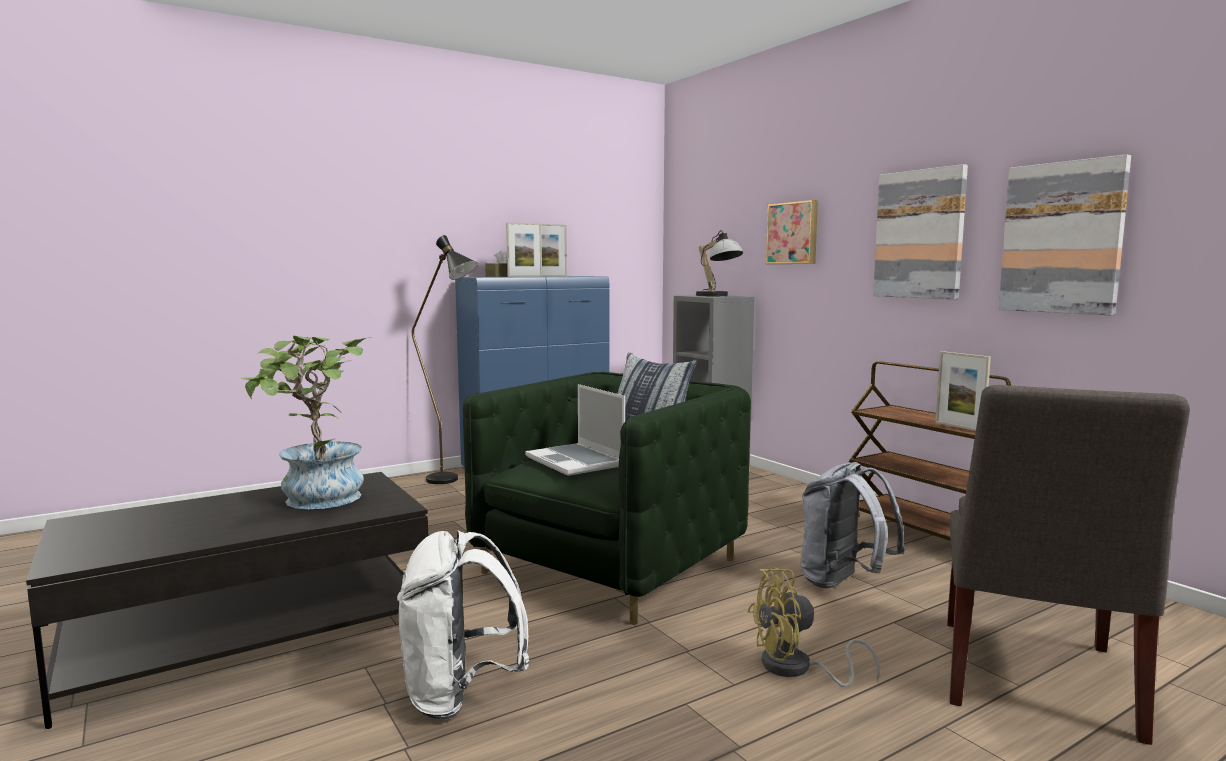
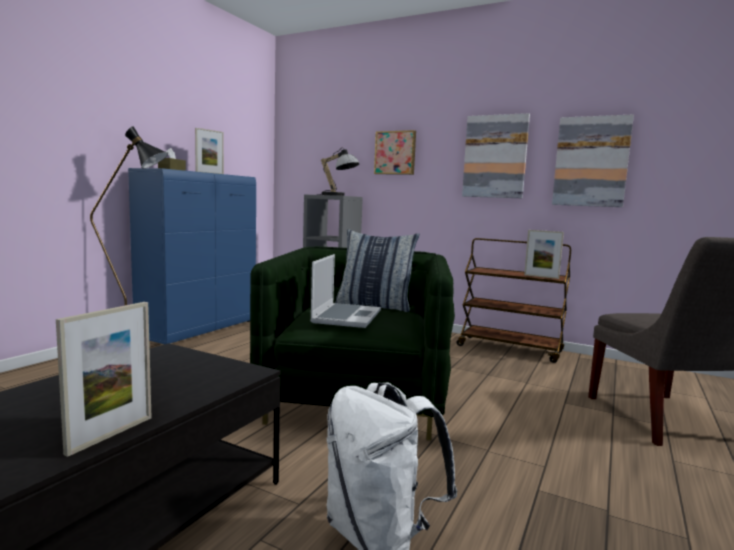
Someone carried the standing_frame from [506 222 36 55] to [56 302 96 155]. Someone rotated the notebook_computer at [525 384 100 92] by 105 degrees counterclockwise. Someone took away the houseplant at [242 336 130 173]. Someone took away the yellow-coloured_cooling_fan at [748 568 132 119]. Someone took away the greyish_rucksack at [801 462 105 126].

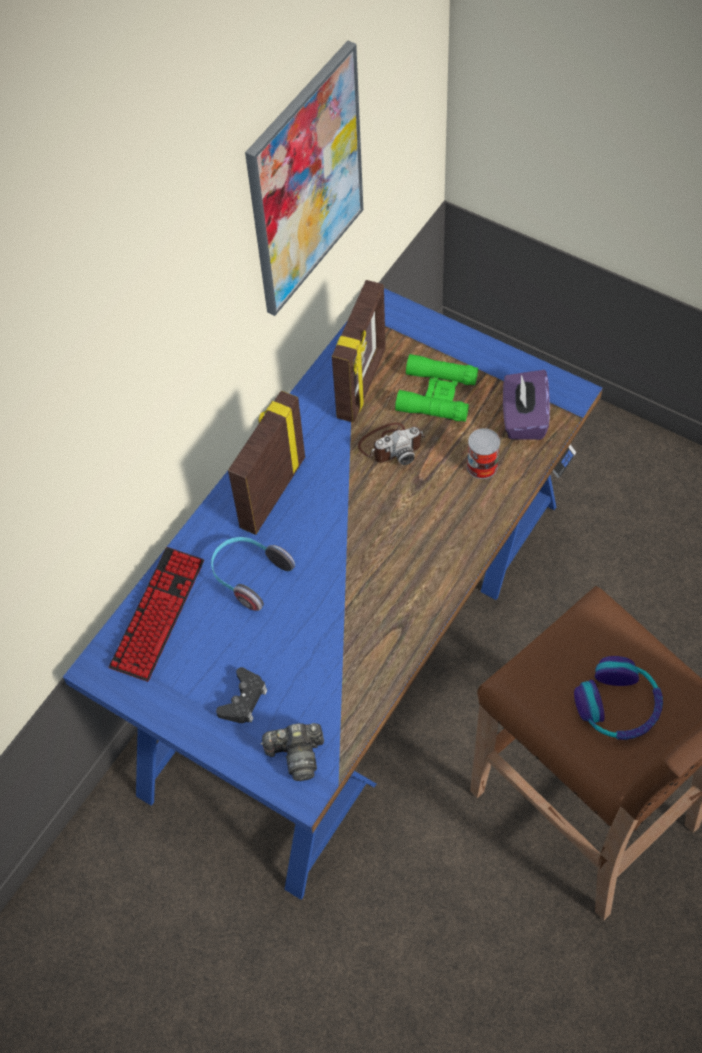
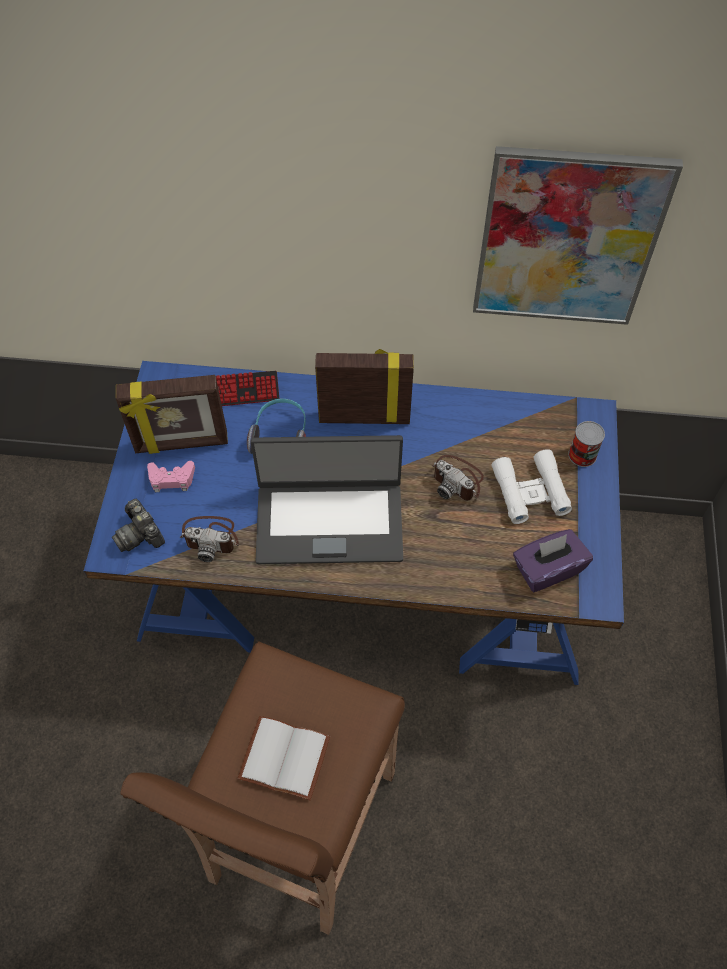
Someone carried the standing_frame from [332 280 54 142] to [116 375 112 79]. Someone repainted the black-coloured_joypad at [216 667 51 56], which became the pink-coloured_joypad at [147 461 48 31]. Someone put down the photo_camera at [180 516 59 46]. Someone swapped the headphones at [574 656 89 84] for the whitish_bound_book at [237 716 93 84]. Someone put down the notebook_computer at [251 435 152 129]. Someone repainted the green-coloured_field_glasses at [395 354 83 68], which became the whitish_field_glasses at [491 449 81 75]. Someone carried the can from [467 428 33 51] to [568 421 37 46].

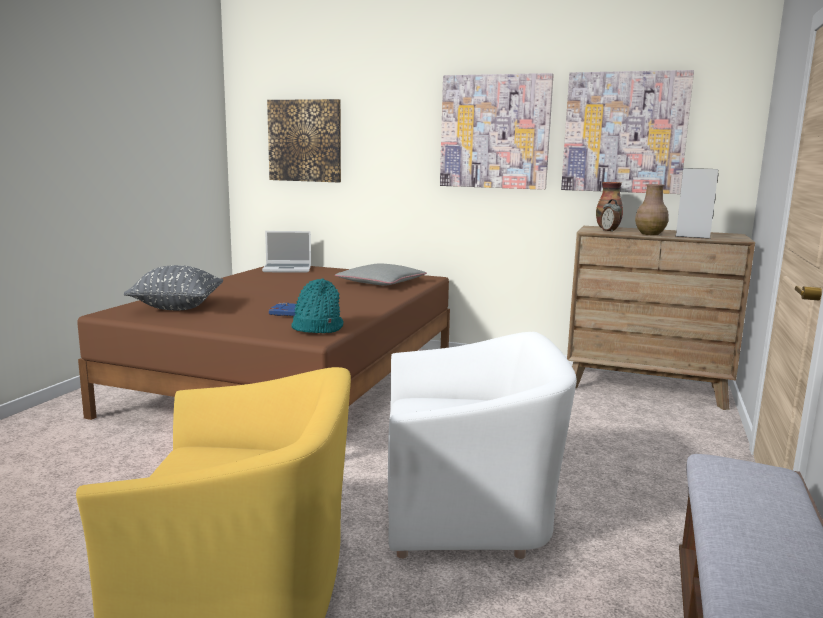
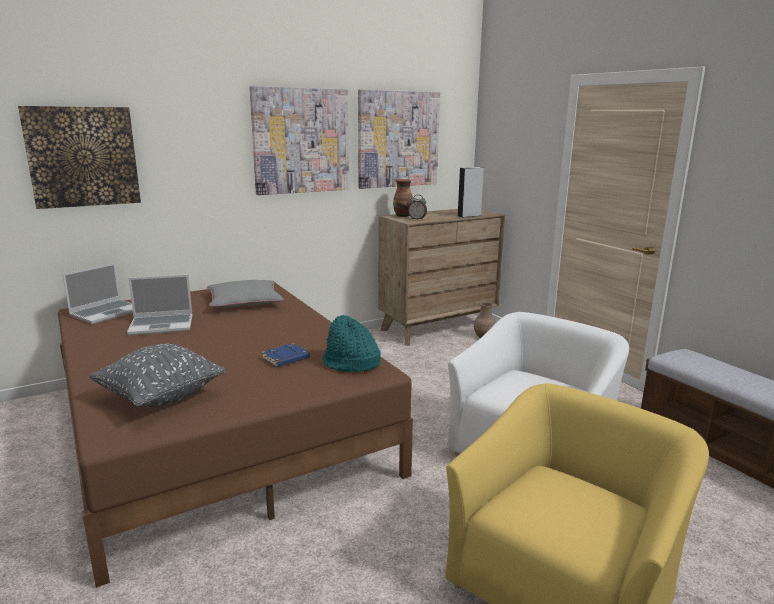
Someone put down the notebook_computer at [127 275 66 61]. Someone carried the brownish_vase from [635 184 34 51] to [474 302 22 36].

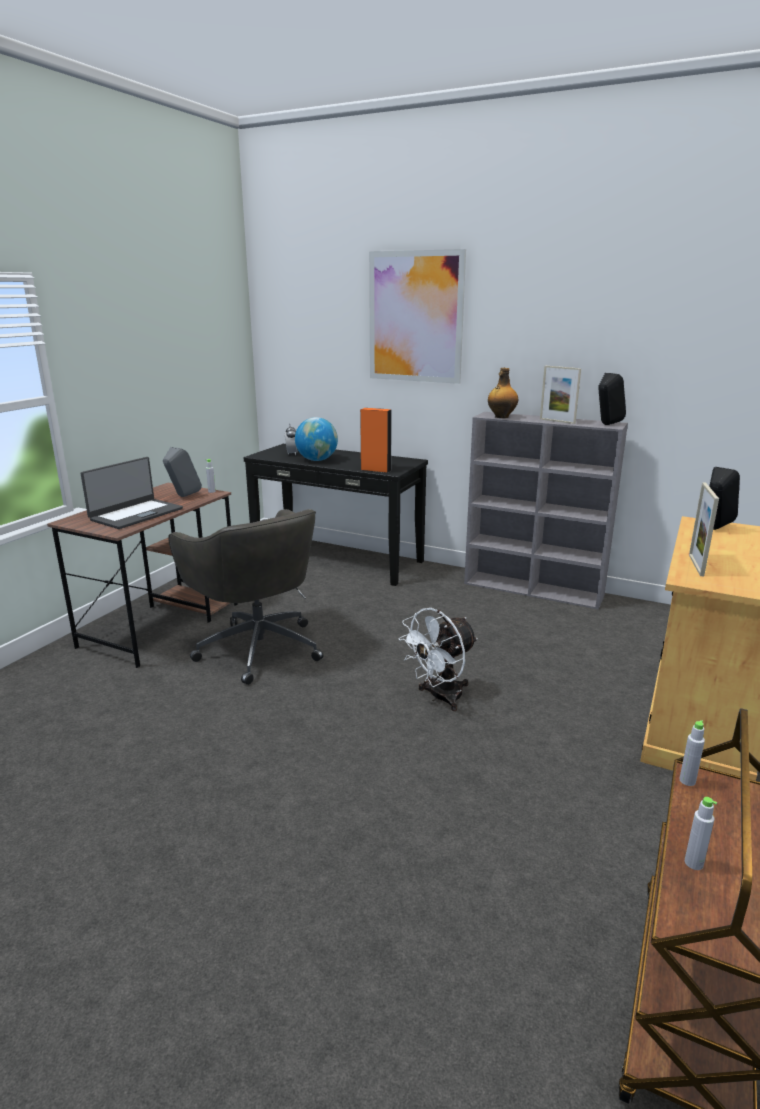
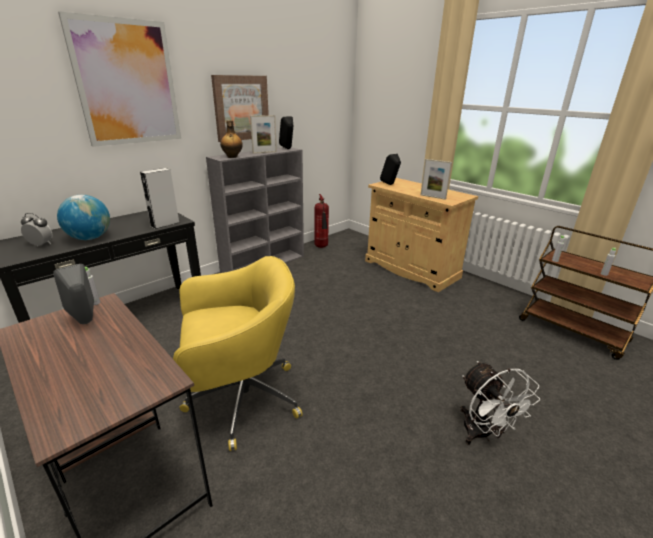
Someone repainted the orange_loudspeaker at [360 408 32 65], which became the greyish_loudspeaker at [140 168 40 61]. Someone repainted the greyish_office_chair at [168 509 155 176], which became the yellow-coloured_office_chair at [173 256 130 195]. Someone put up the wall_art at [211 75 58 67]. Someone put down the fire-fighting_cylinder at [314 194 15 54]. Someone carried the whitish_cooling_fan from [399 608 79 103] to [460 361 80 84]. Someone took away the notebook_computer at [81 457 102 72].

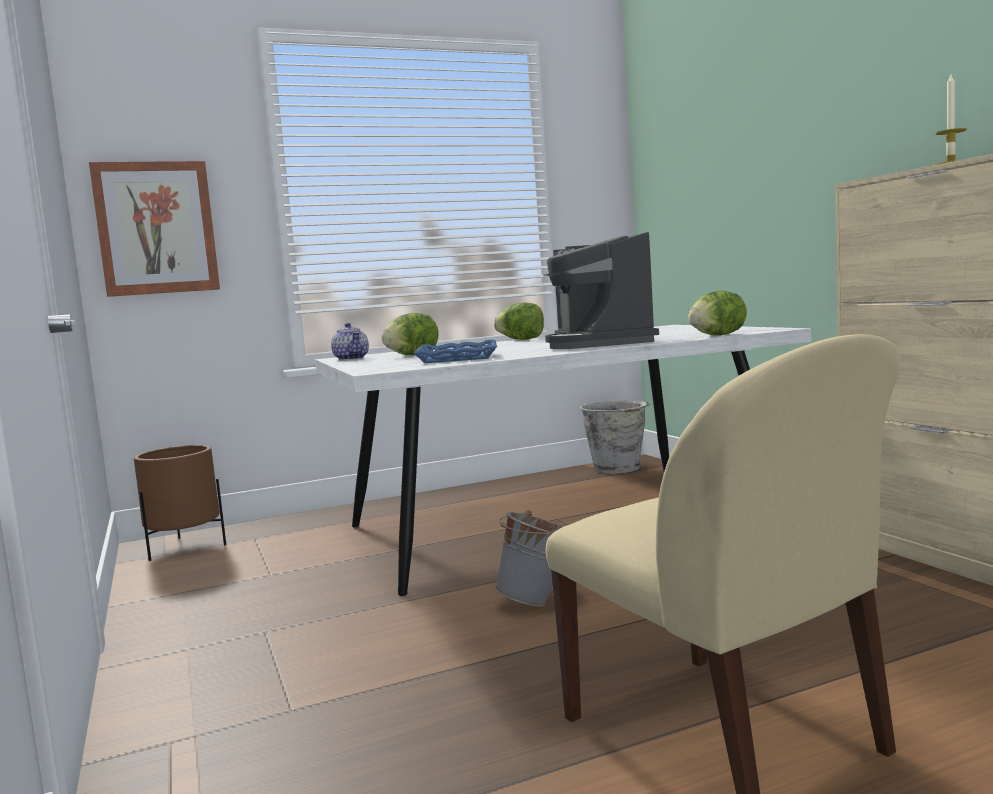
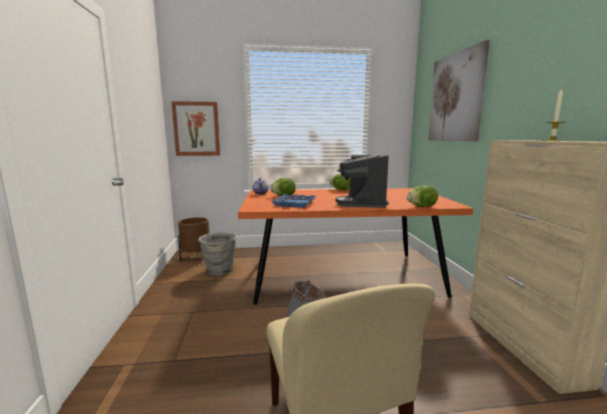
Someone carried the greyish_water_bucket from [580 400 70 74] to [196 232 41 44]. Someone repainted the whitish_kitchen_table at [315 325 496 271], which became the orange_kitchen_table at [238 188 235 117]. Someone put up the wall_art at [428 40 62 102].

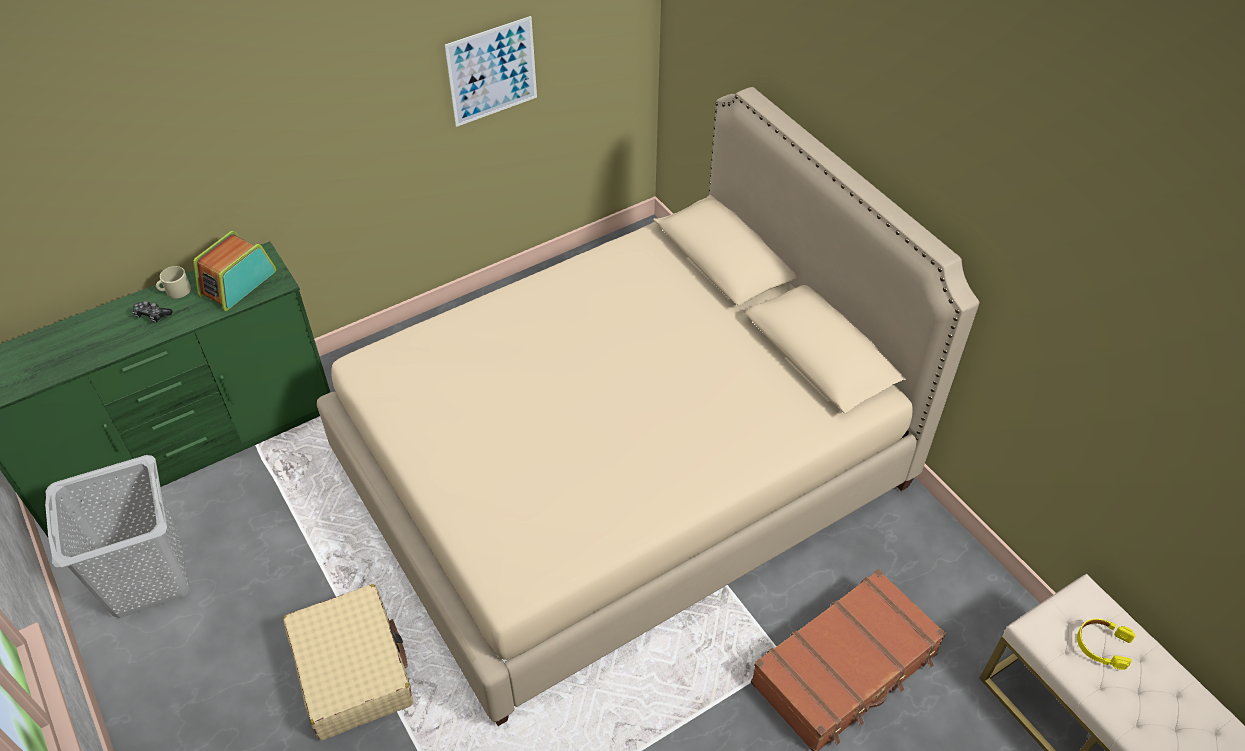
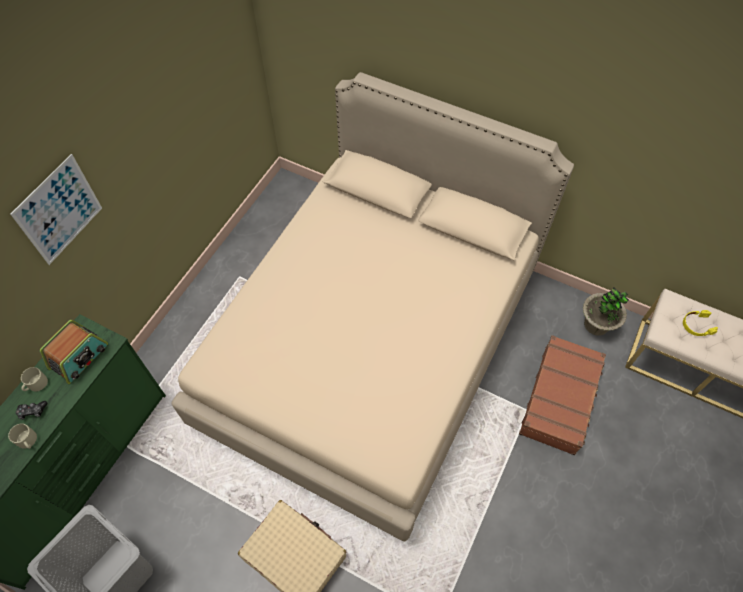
Someone put down the sand-coloured_tea_mug at [8 424 29 25]. Someone carried the wall_art from [445 16 92 111] to [10 154 92 111]. Someone rotated the radio_receiver at [193 231 84 80] by 150 degrees counterclockwise. Someone put down the houseplant at [583 287 46 49].

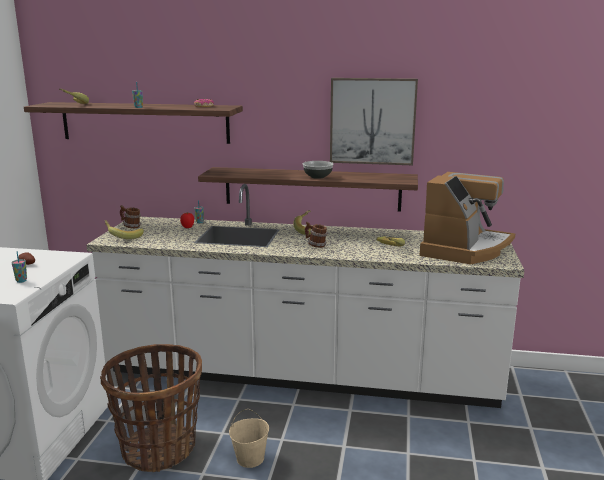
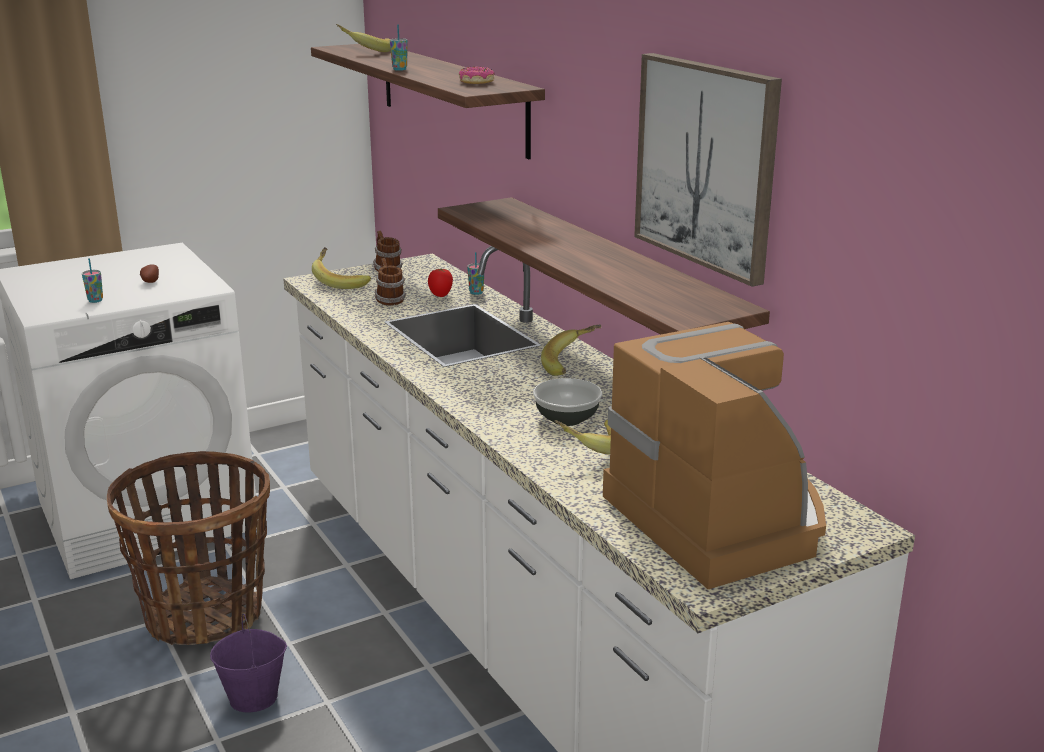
Someone repainted the sand-coloured_water_bucket at [229 409 40 59], which became the purple_water_bucket at [210 613 77 99]. Someone carried the tea_mug from [305 222 22 26] to [375 258 31 48]. Someone carried the serving_bowl from [303 161 31 18] to [533 378 69 48]. Someone rotated the coffee_brewer at [420 172 95 93] by 105 degrees counterclockwise.

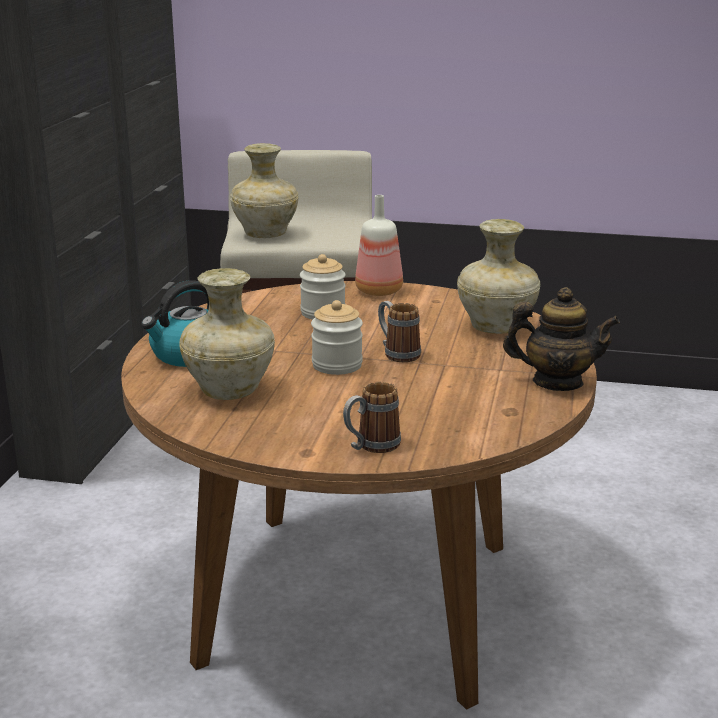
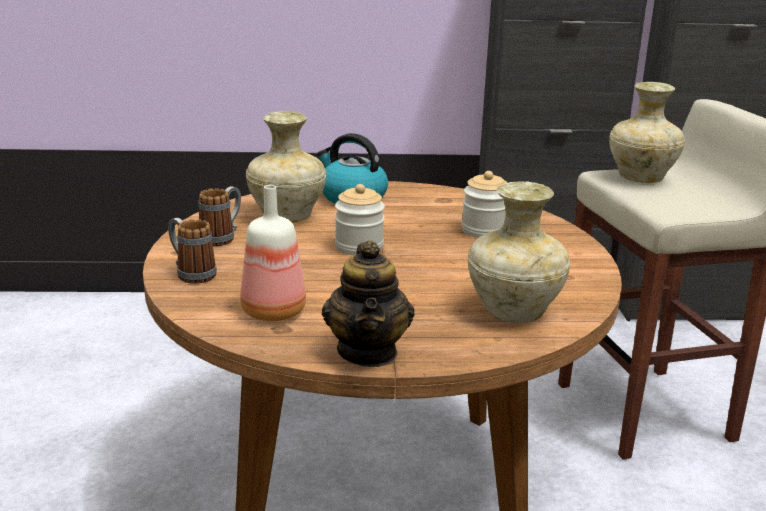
Someone carried the tea_mug from [378 301 43 61] to [198 186 43 60]. Someone carried the bottle from [355 195 48 101] to [240 185 66 137].

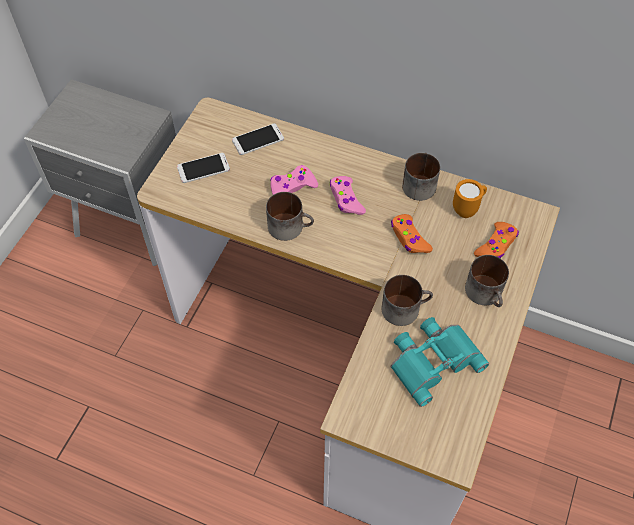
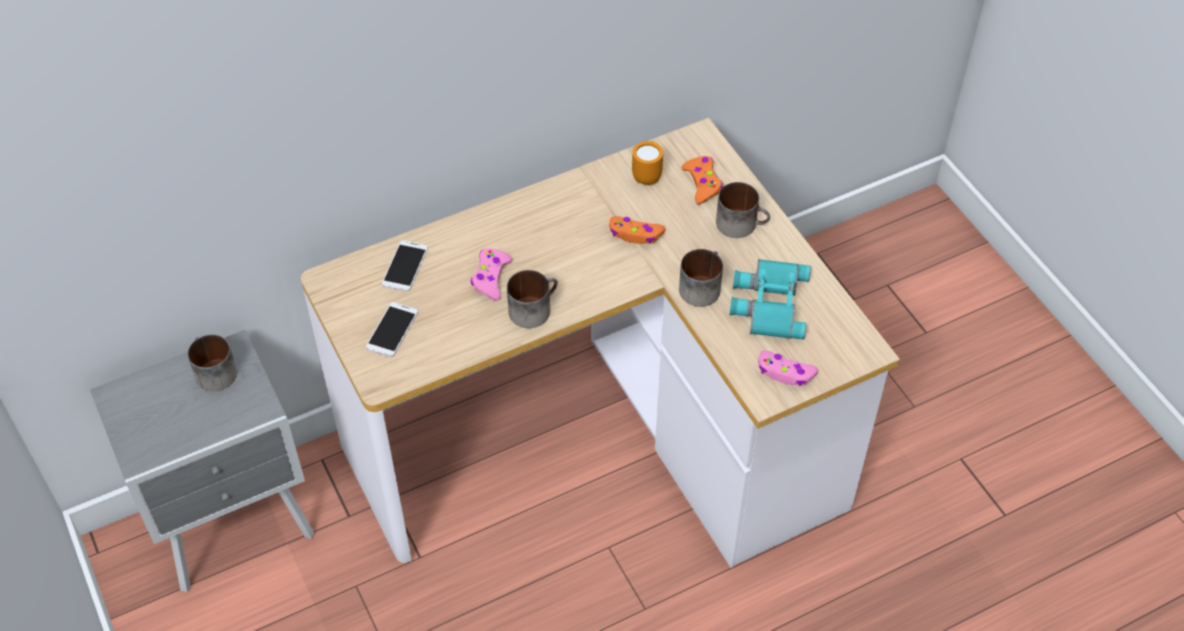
Someone carried the tea_mug from [402 153 38 48] to [188 335 49 56]. Someone carried the pink-coloured_joypad from [330 176 36 39] to [758 350 60 36].

